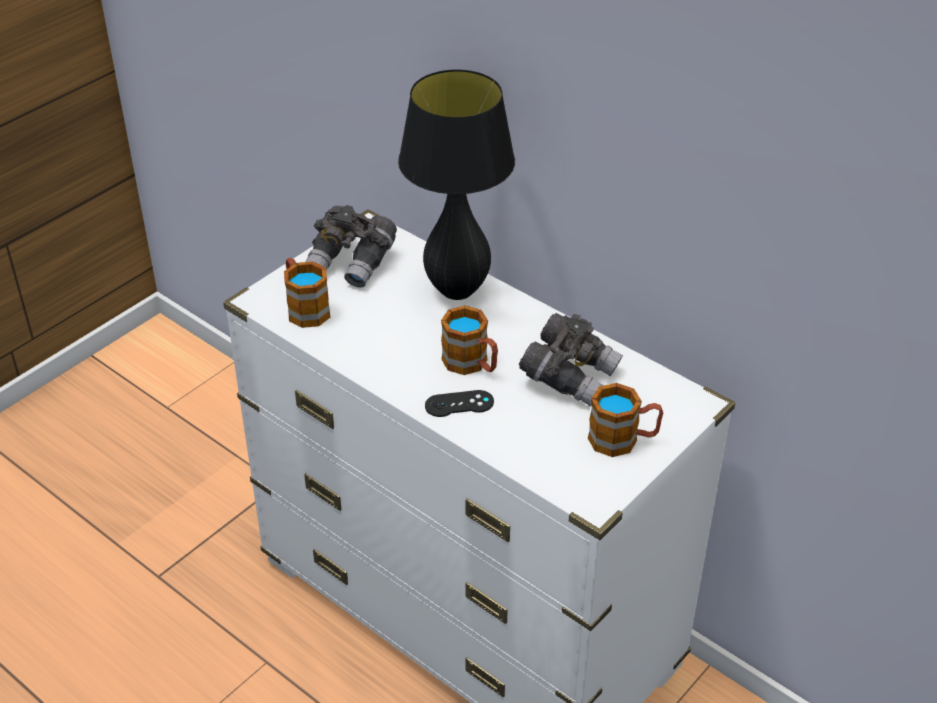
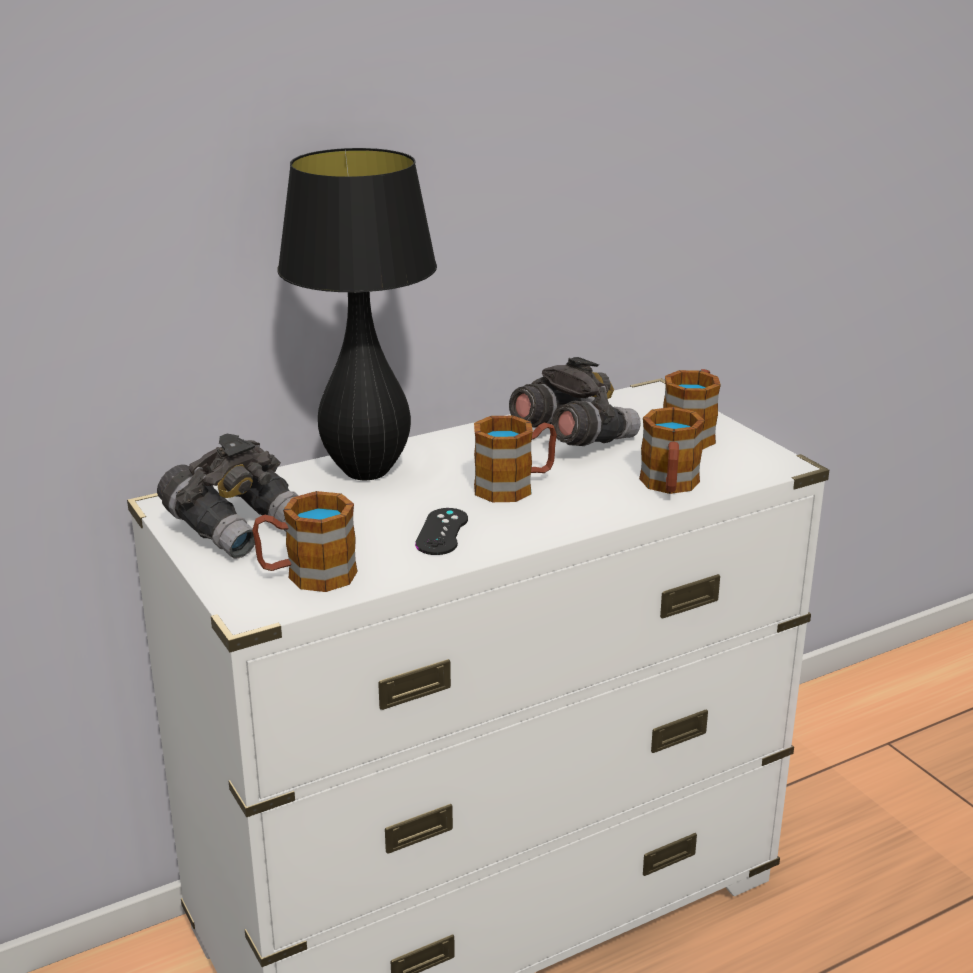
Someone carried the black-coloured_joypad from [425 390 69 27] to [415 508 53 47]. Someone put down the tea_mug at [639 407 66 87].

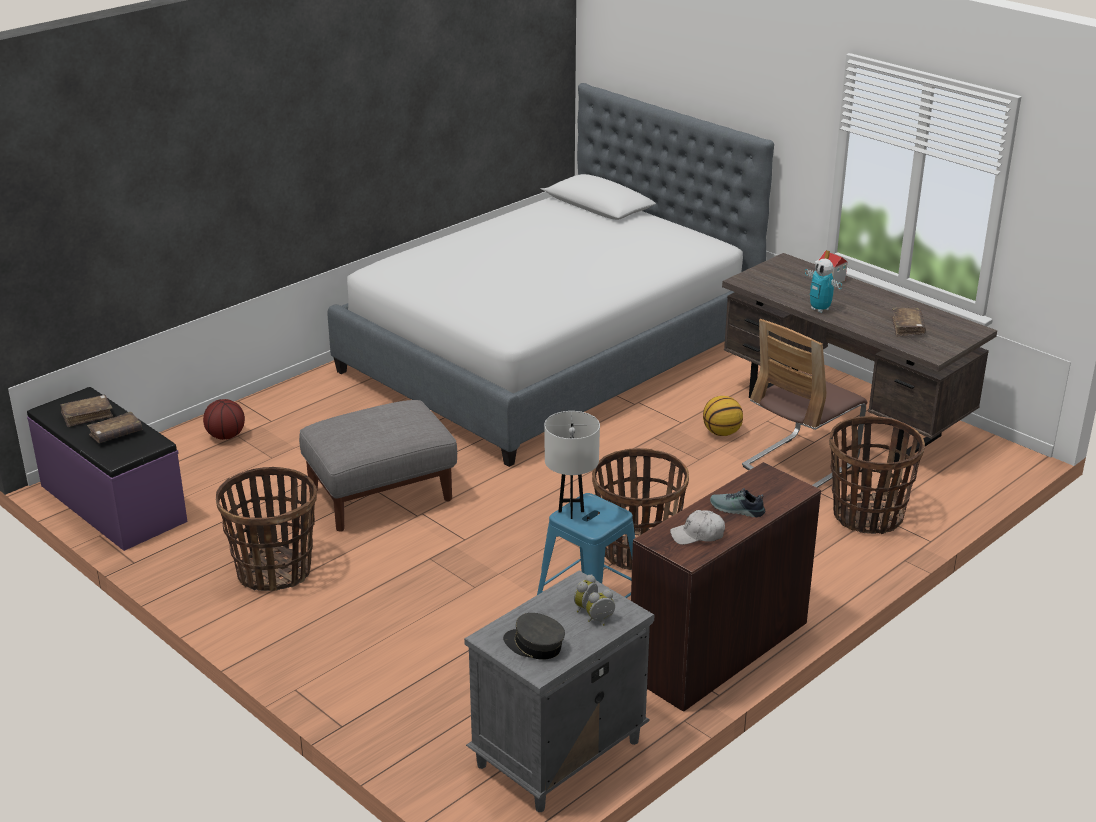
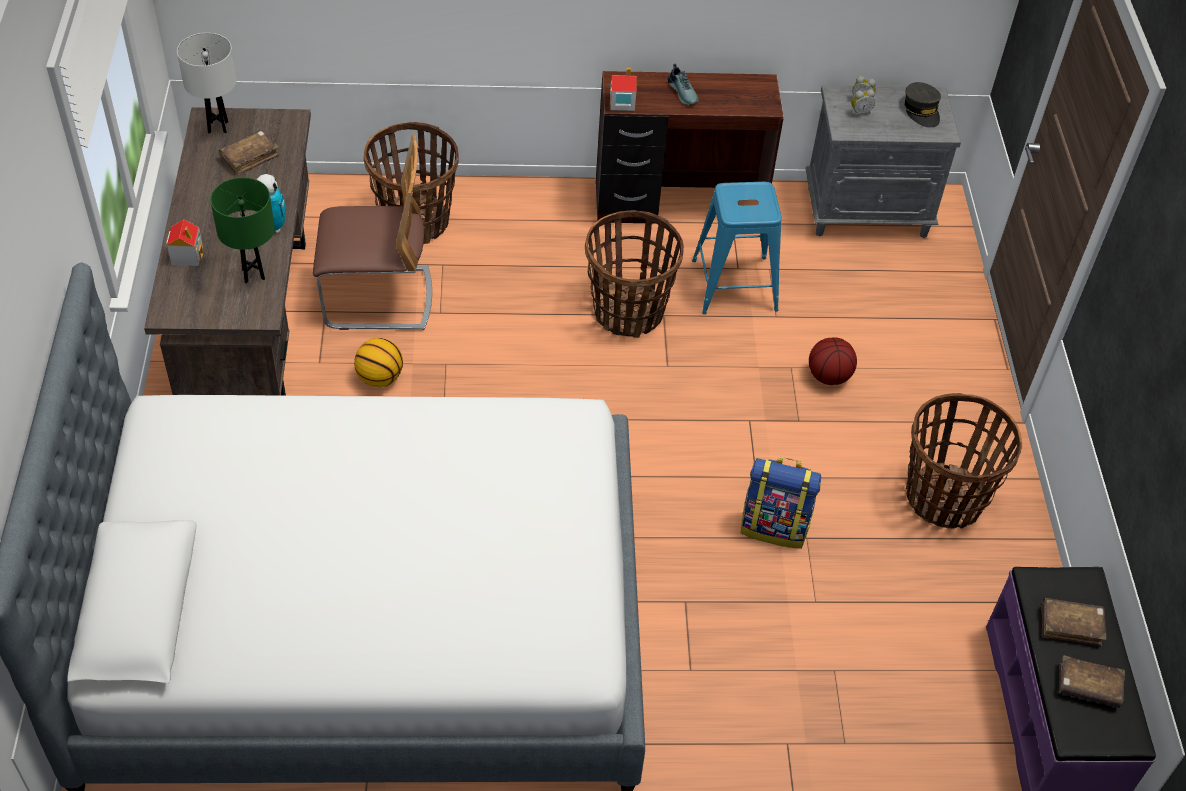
Someone carried the whitish_lamp_for_a_table from [544 411 56 108] to [177 33 59 101]. Someone put down the green-coloured_lamp_for_a_table at [210 177 65 106]. Someone put down the toy_house at [610 68 27 43]. Someone swapped the greyish_ottoman at [299 400 158 132] for the rucksack at [740 457 81 92]. Someone carried the ball_for_basketball from [203 399 42 41] to [809 337 48 48]. Someone took away the whitish_cap at [670 510 55 35].

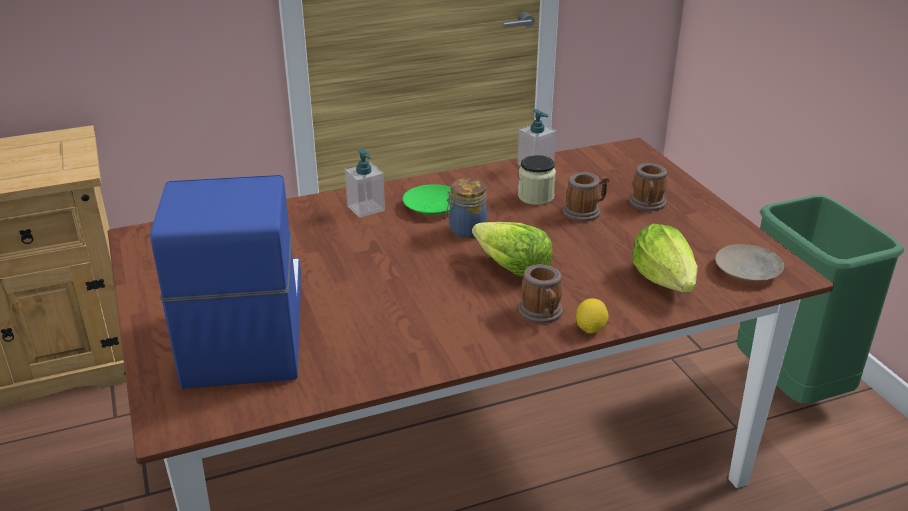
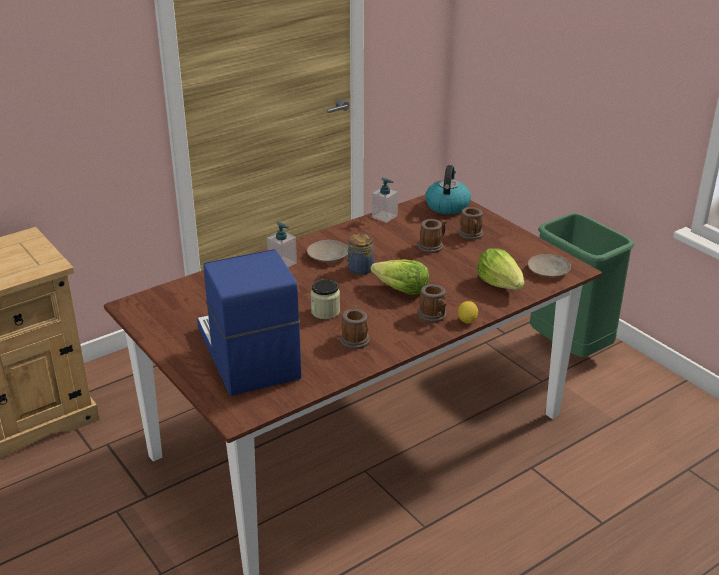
Someone repainted the green-coloured_dinner_plate at [403 184 48 31], which became the sand-coloured_dinner_plate at [307 240 41 22]. Someone carried the preserve_jar from [518 155 38 50] to [311 279 29 40]. Someone put down the tea_mug at [340 306 30 43]. Someone put down the tea_kettle at [425 165 46 49].

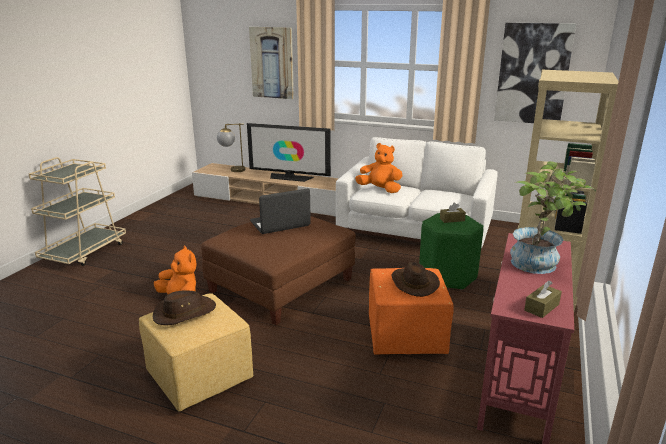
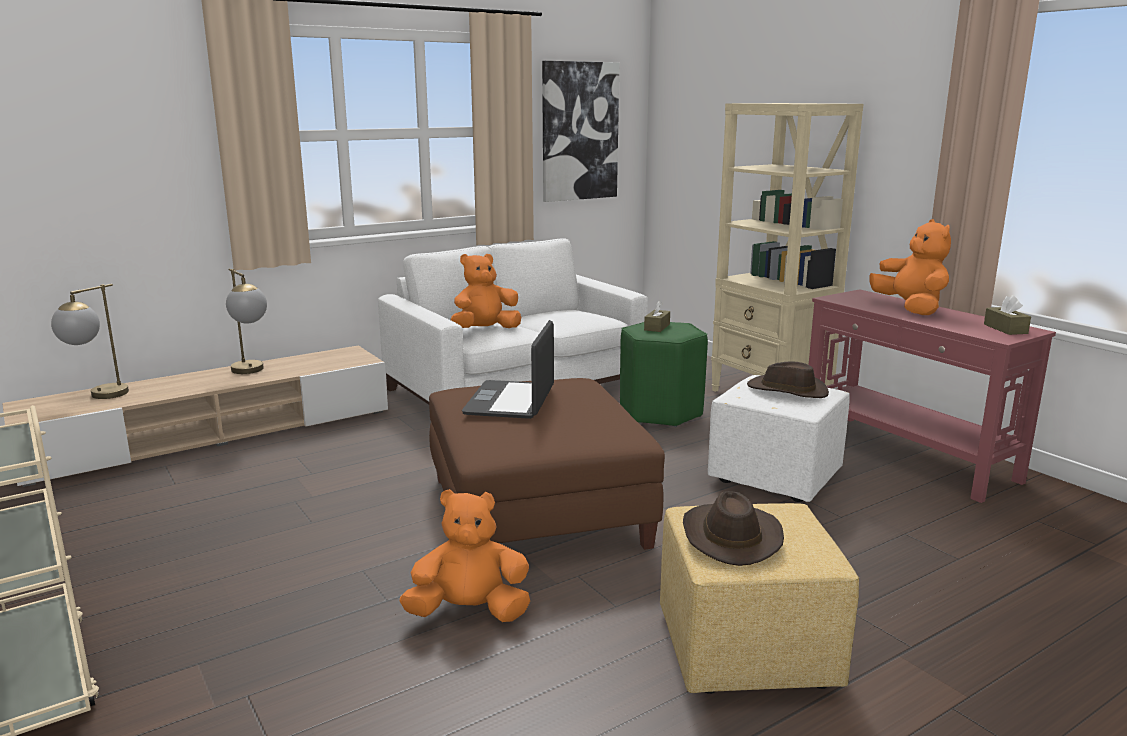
Someone swapped the TV_set at [247 123 84 59] for the lamp_for_a_table at [226 269 41 105]. Someone repainted the orange_ottoman at [369 268 84 87], which became the whitish_ottoman at [708 375 142 127]. Someone swapped the houseplant at [510 161 86 113] for the orange_cuddly_toy at [869 219 82 96]. Someone took away the wall_art at [249 27 45 72].

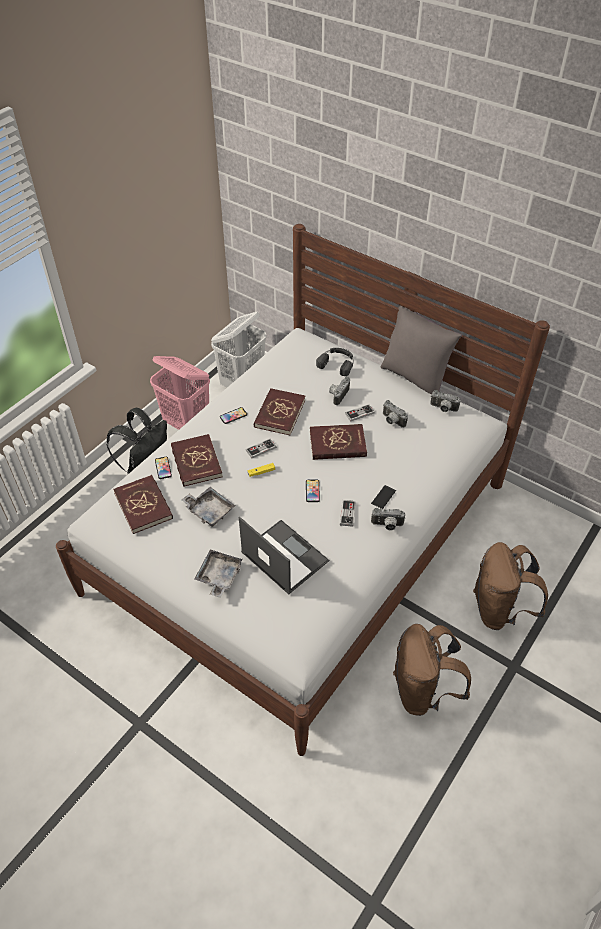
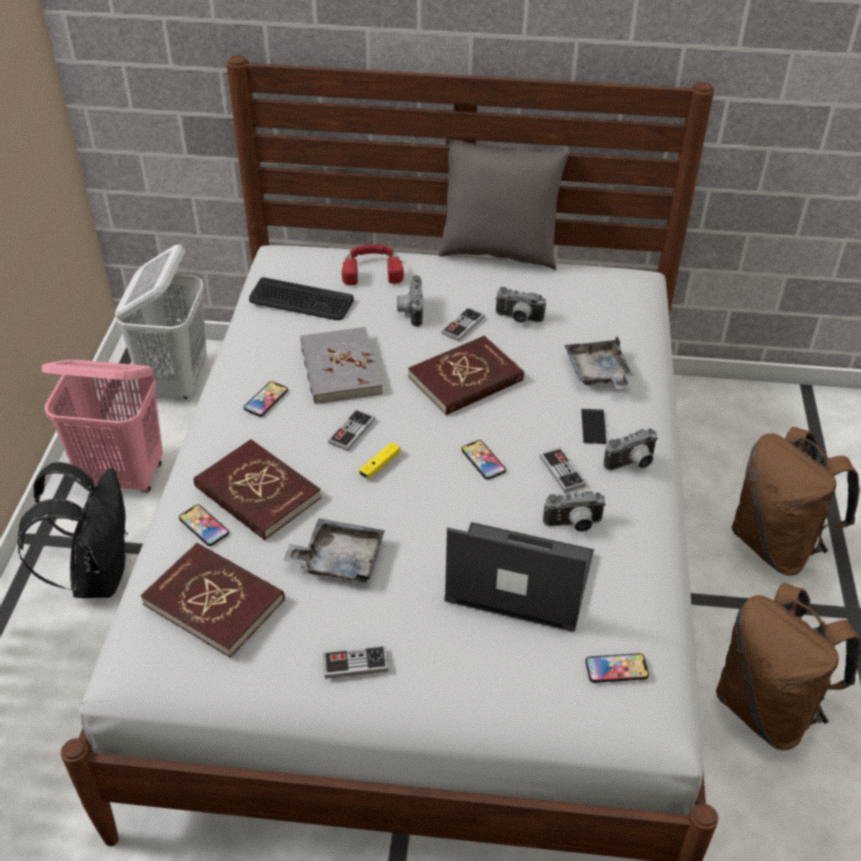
Someone put down the keyboard at [249 277 105 43]. Someone repainted the red_bound_book at [254 388 51 47], which became the greyish_bound_book at [300 327 83 77]. Someone put down the joypad at [323 645 65 34]. Someone repainted the black-coloured_headphones at [316 348 38 28], which became the red_headphones at [342 244 62 41]. Someone carried the photo_camera from [430 390 31 22] to [543 491 63 41]. Someone carried the greyish_carrying_tray from [194 549 49 49] to [564 337 70 52]. Someone put down the telephone at [586 653 63 30].

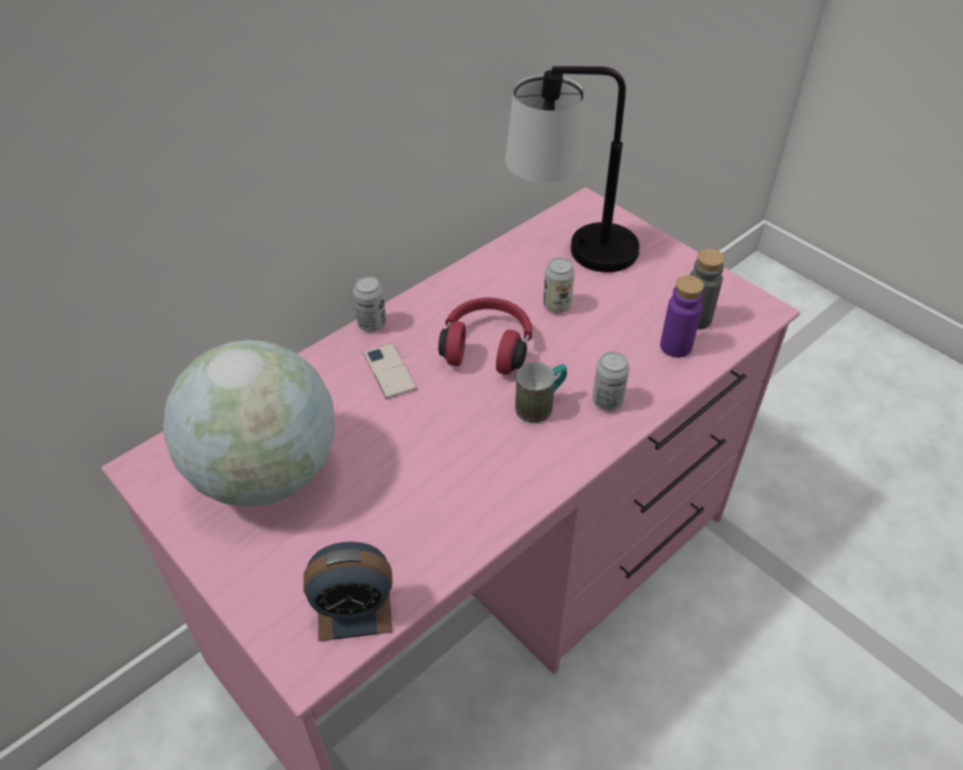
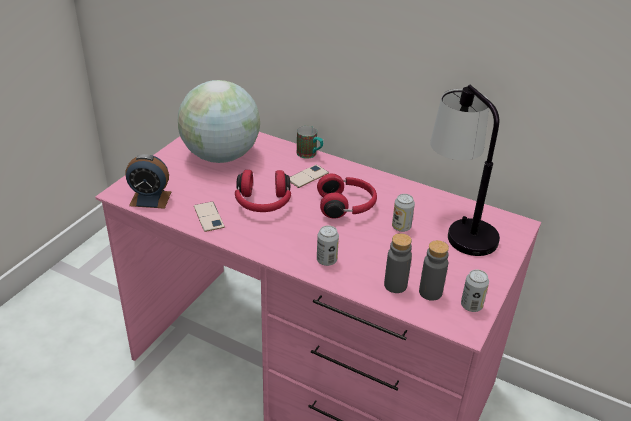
Someone rotated the alarm_clock at [304 542 89 99] by 60 degrees counterclockwise. Someone put down the telephone at [194 201 31 31]. Someone put down the red_headphones at [235 170 56 42]. Someone carried the tea_mug from [515 362 52 61] to [297 126 26 32]. Someone repainted the purple_bottle at [660 276 44 82], which became the greyish_bottle at [384 233 28 60]. Someone carried the can from [353 276 33 56] to [461 269 28 43].

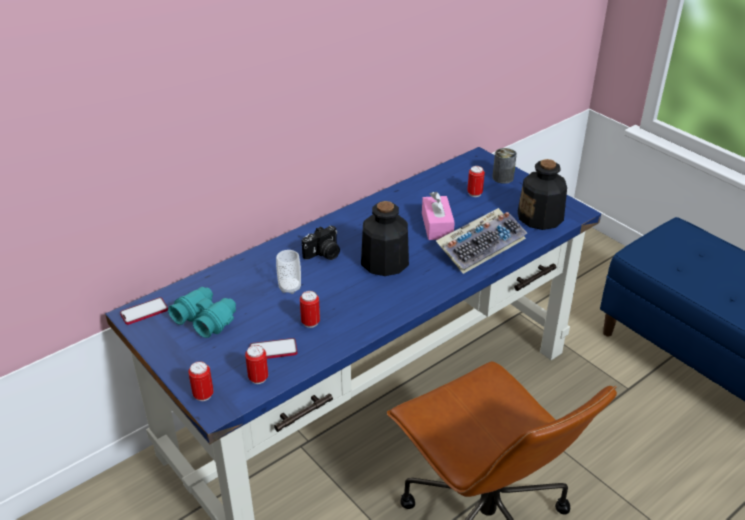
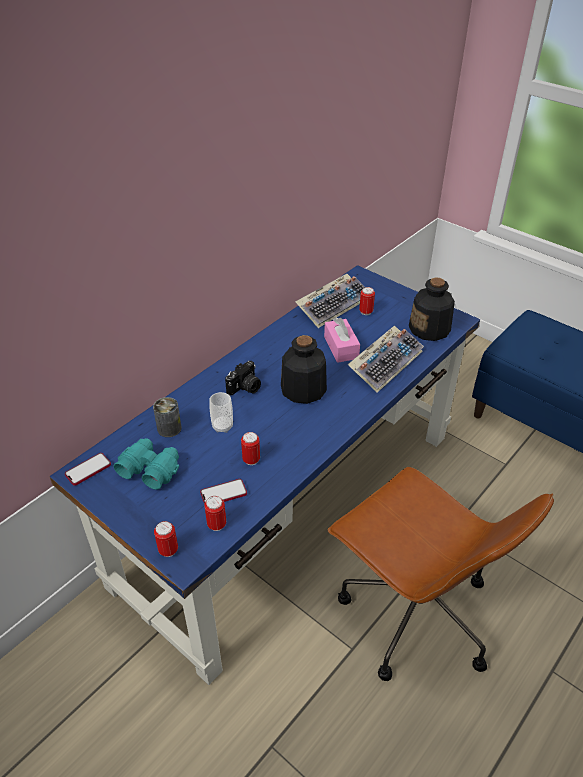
Someone carried the can from [492 148 25 36] to [153 397 29 40]. Someone put down the keyboard at [295 274 70 54].

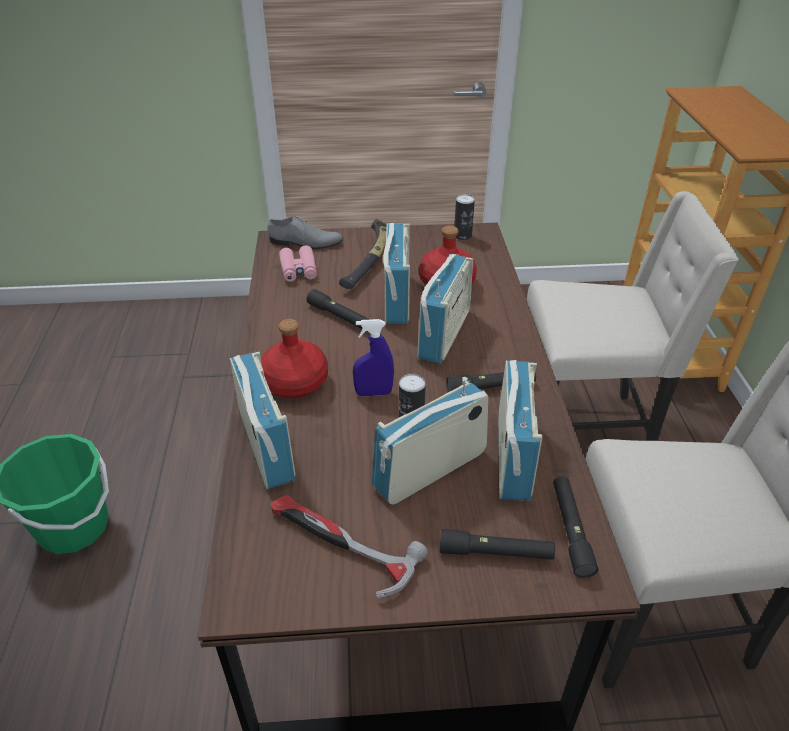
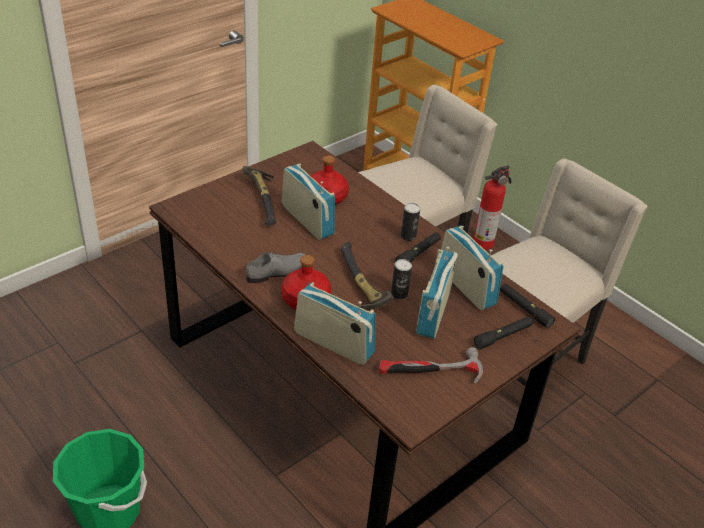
Someone carried the greyish_low_shoe from [267 216 76 33] to [246 252 60 31]. Someone swapped the blue_hand_sprayer at [353 319 41 78] for the hand_hammer at [341 242 53 69]. Someone carried the can from [454 194 21 46] to [401 203 19 38]. Someone put down the fire-fighting_cylinder at [473 165 38 85]. Someone took away the pink-coloured_field_glasses at [279 245 38 37]. Someone took away the black-coloured_flashlight at [307 289 63 43]. Someone took away the radio_receiver at [417 254 56 110].

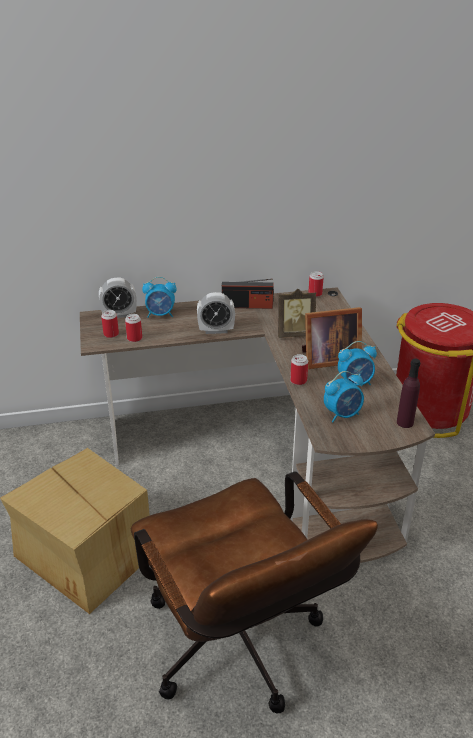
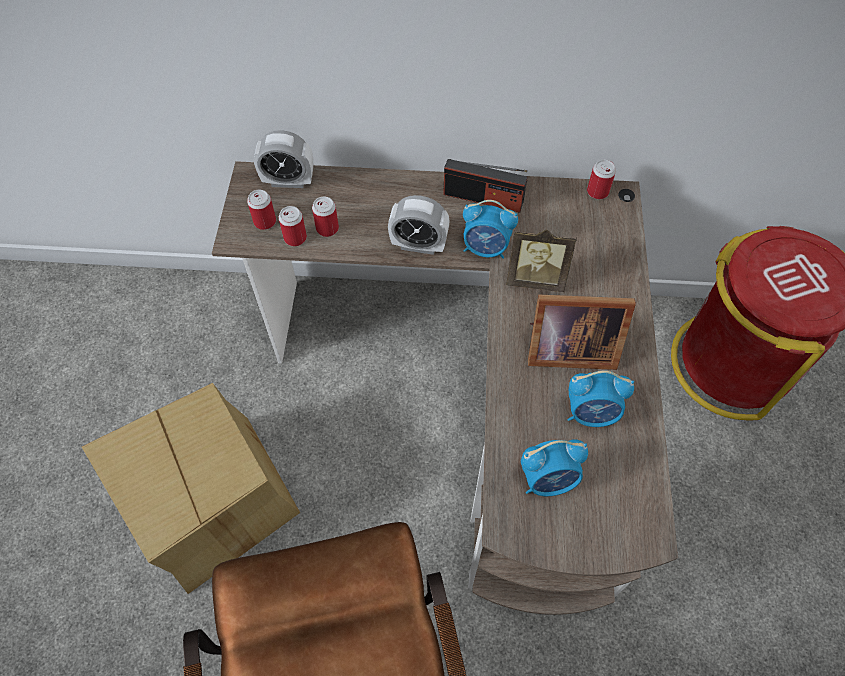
Someone carried the can from [290 354 18 31] to [312 196 27 41]. Someone carried the alarm_clock from [142 277 34 41] to [463 200 55 59]. Someone took away the purple_bottle at [397 359 23 69].

